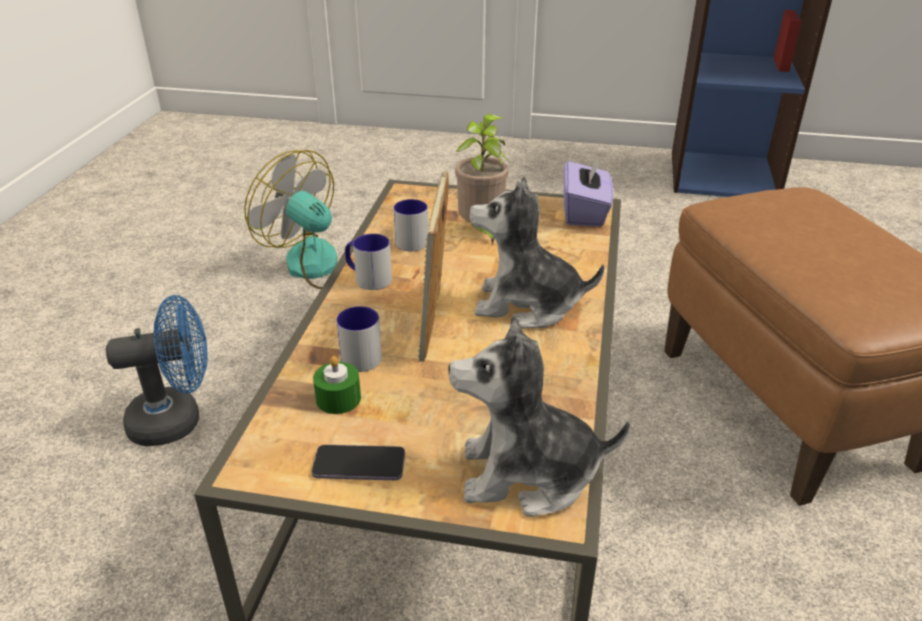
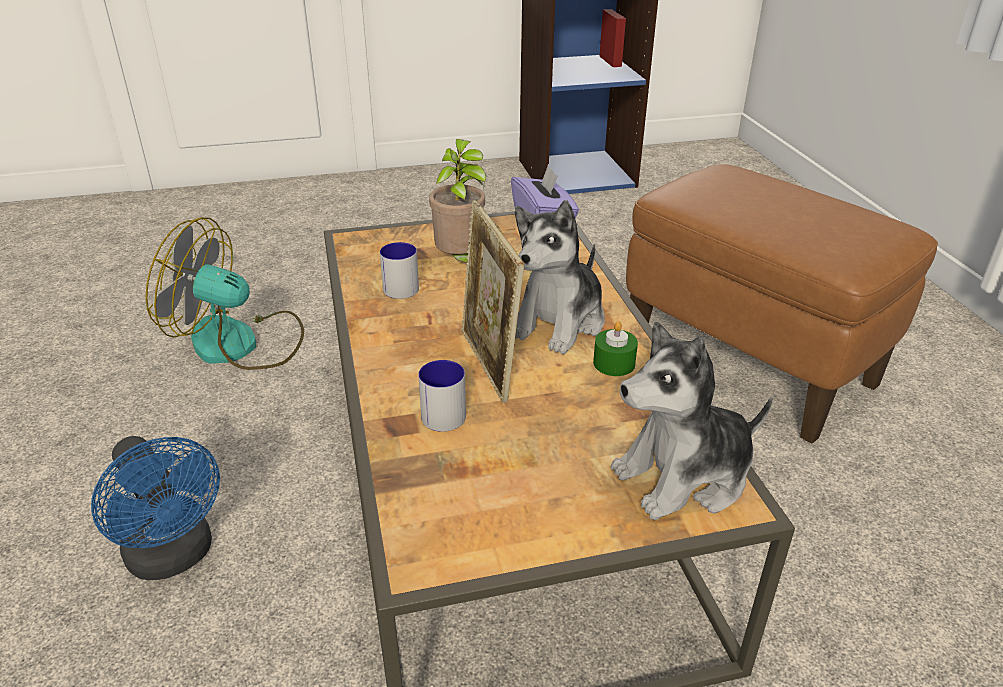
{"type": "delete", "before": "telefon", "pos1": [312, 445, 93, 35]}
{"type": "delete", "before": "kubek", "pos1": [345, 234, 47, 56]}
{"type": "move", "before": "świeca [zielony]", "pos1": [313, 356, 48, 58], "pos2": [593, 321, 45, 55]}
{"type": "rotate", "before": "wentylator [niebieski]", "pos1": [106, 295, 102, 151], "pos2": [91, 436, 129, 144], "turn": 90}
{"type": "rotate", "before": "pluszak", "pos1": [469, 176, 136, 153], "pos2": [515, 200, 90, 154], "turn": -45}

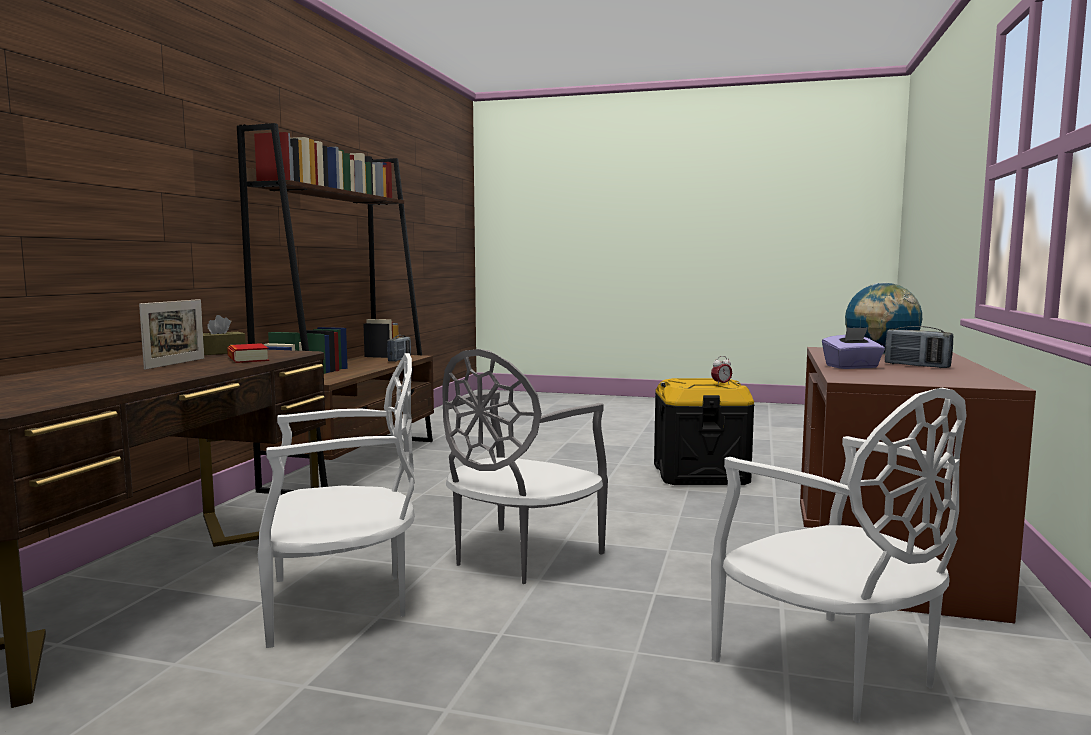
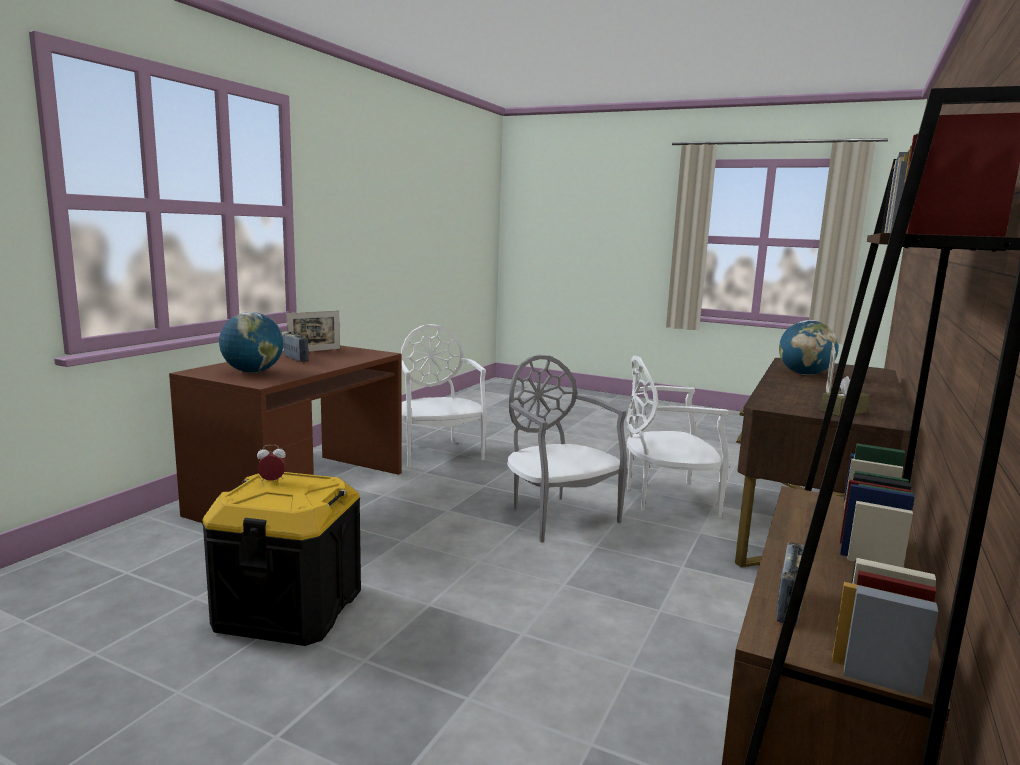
{"type": "delete", "before": "książka", "pos1": [227, 343, 42, 20]}
{"type": "delete", "before": "pudełko chusteczek [fioletowy]", "pos1": [822, 327, 63, 42]}
{"type": "insert", "after": "ramka na zdjęcie", "pos2": [287, 310, 53, 42]}
{"type": "insert", "after": "globus", "pos2": [779, 320, 60, 55]}
{"type": "rotate", "before": "krzesło [szary]", "pos1": [442, 349, 166, 235], "pos2": [507, 355, 120, 188], "turn": -75}

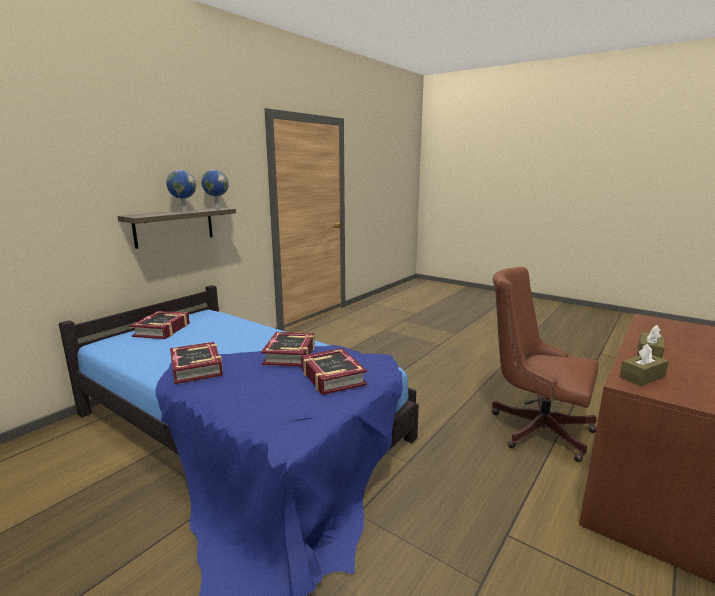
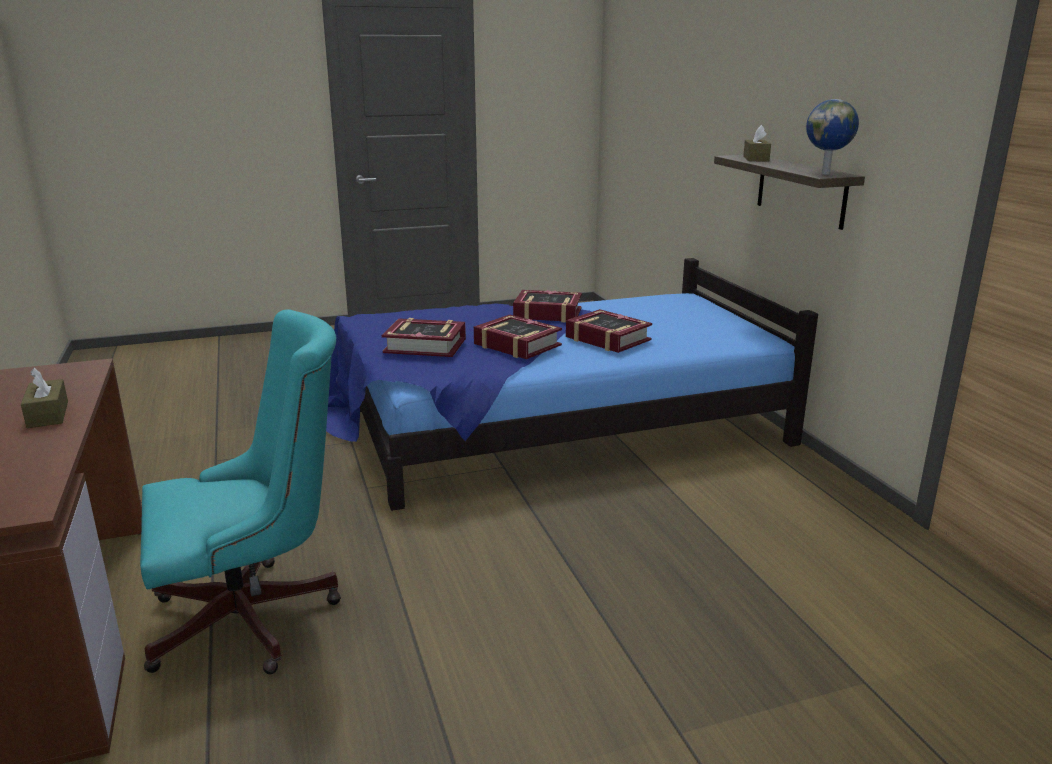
{"type": "delete", "before": "globus", "pos1": [166, 170, 30, 42]}
{"type": "move", "before": "książka", "pos1": [130, 311, 60, 28], "pos2": [566, 309, 86, 44]}
{"type": "move", "before": "pudełko chusteczek [brązowy]", "pos1": [620, 344, 49, 42], "pos2": [743, 125, 28, 37]}
{"type": "recolor", "before": "krzesło biurowe [brązowy]", "after": "krzesło biurowe [turkusowy]", "pos1": [492, 267, 107, 195], "pos2": [140, 309, 201, 365]}

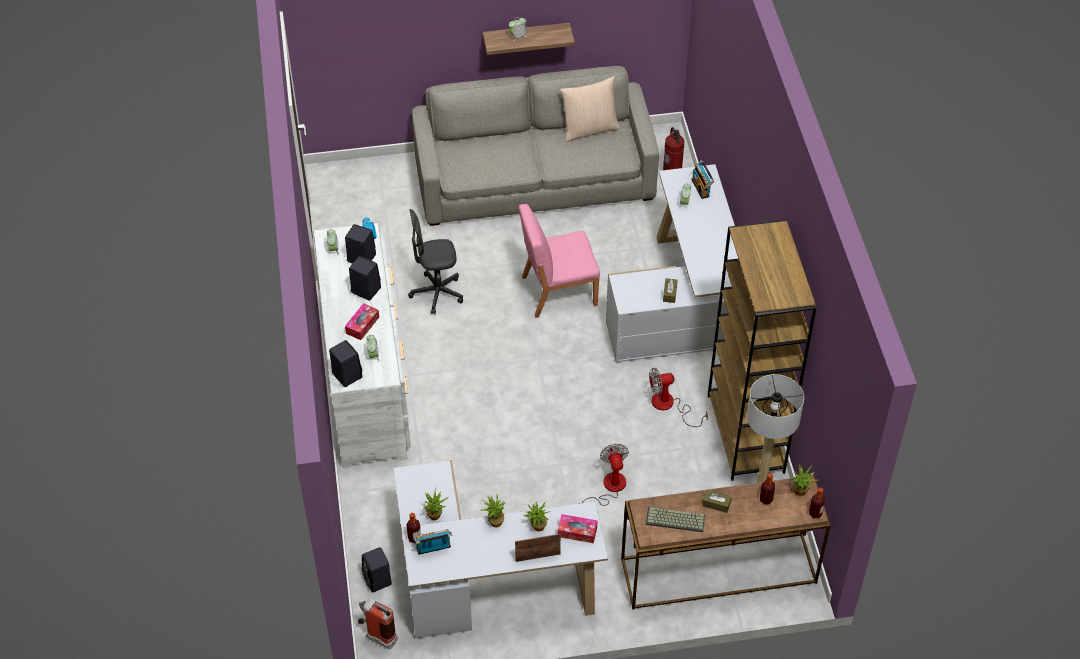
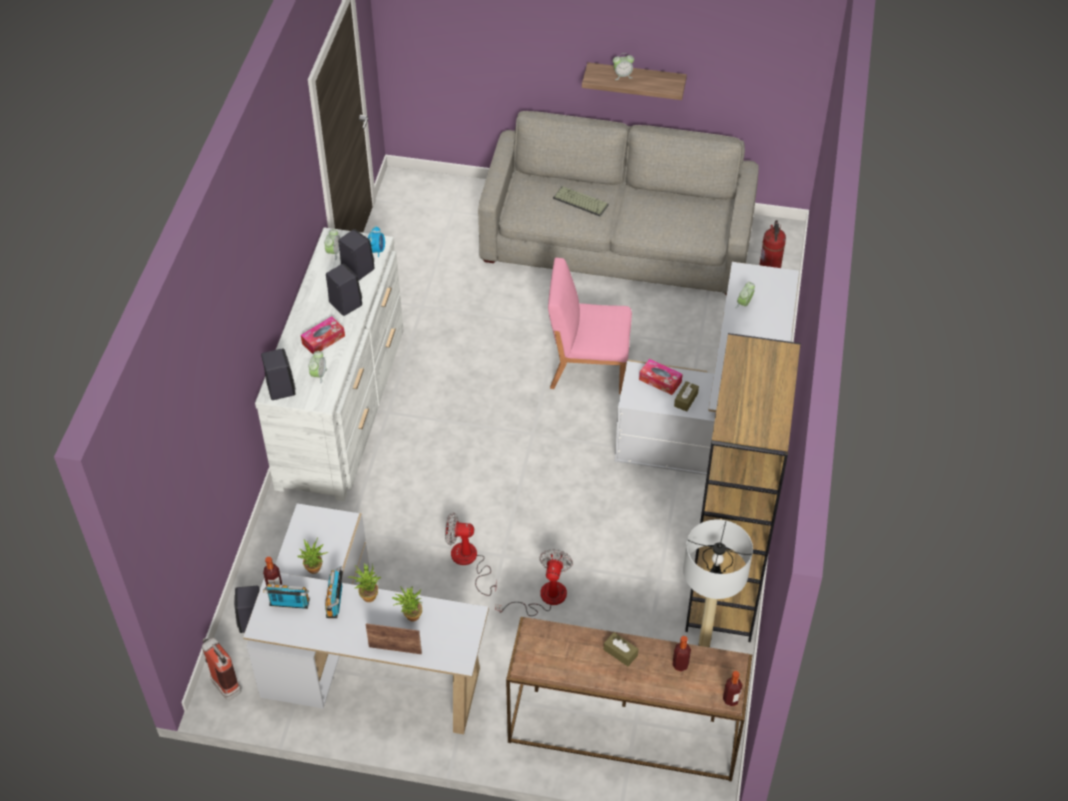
{"type": "delete", "before": "krzesło biurowe [szary]", "pos1": [408, 209, 55, 105]}
{"type": "delete", "before": "poduszka [beżowy]", "pos1": [560, 76, 61, 66]}
{"type": "delete", "before": "roślina doniczkowa", "pos1": [790, 464, 28, 32]}
{"type": "move", "before": "pudełko chusteczek", "pos1": [558, 514, 40, 29], "pos2": [639, 359, 44, 36]}
{"type": "move", "before": "klawiatura", "pos1": [645, 507, 60, 25], "pos2": [553, 186, 56, 30]}
{"type": "move", "before": "wentylator", "pos1": [649, 368, 59, 59], "pos2": [445, 512, 52, 84]}
{"type": "move", "before": "radio", "pos1": [691, 160, 23, 39], "pos2": [325, 566, 18, 52]}

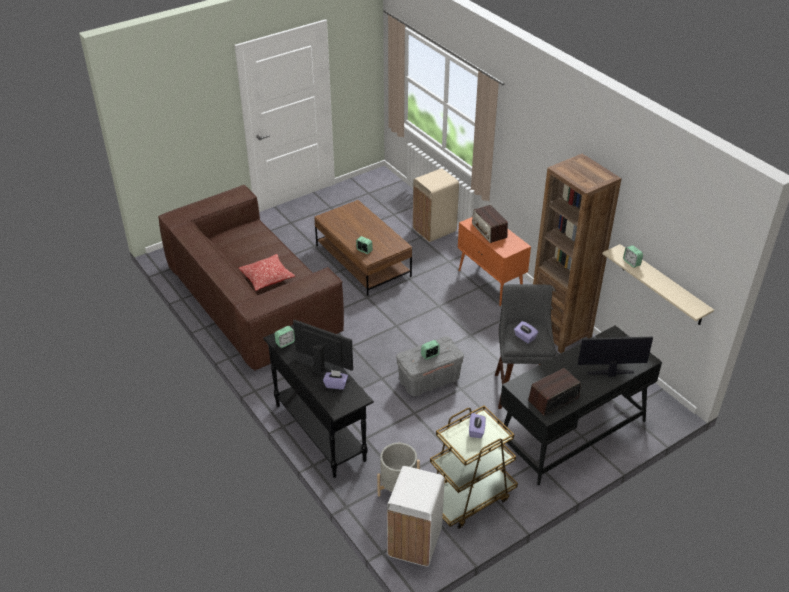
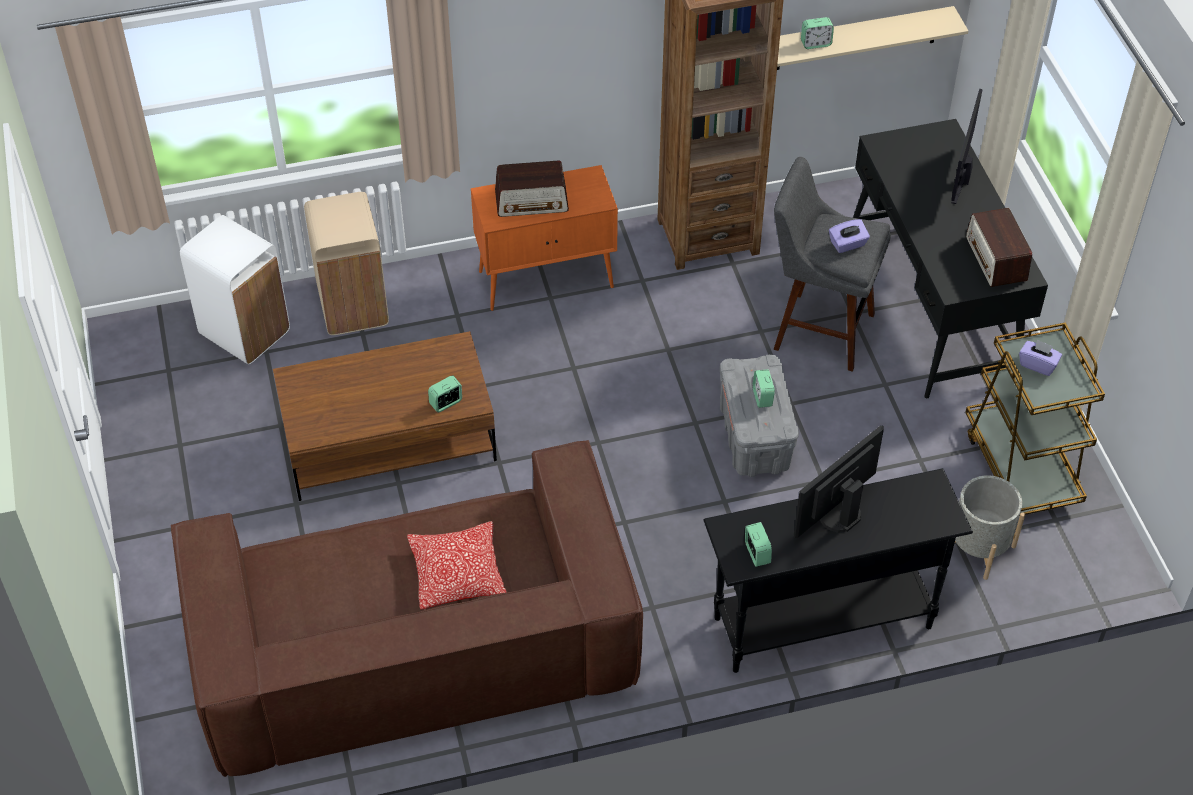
{"type": "delete", "before": "pudełko chusteczek [fioletowy]", "pos1": [323, 370, 25, 20]}
{"type": "move", "before": "kosz na śmieci [biały]", "pos1": [387, 466, 58, 101], "pos2": [180, 215, 110, 150]}

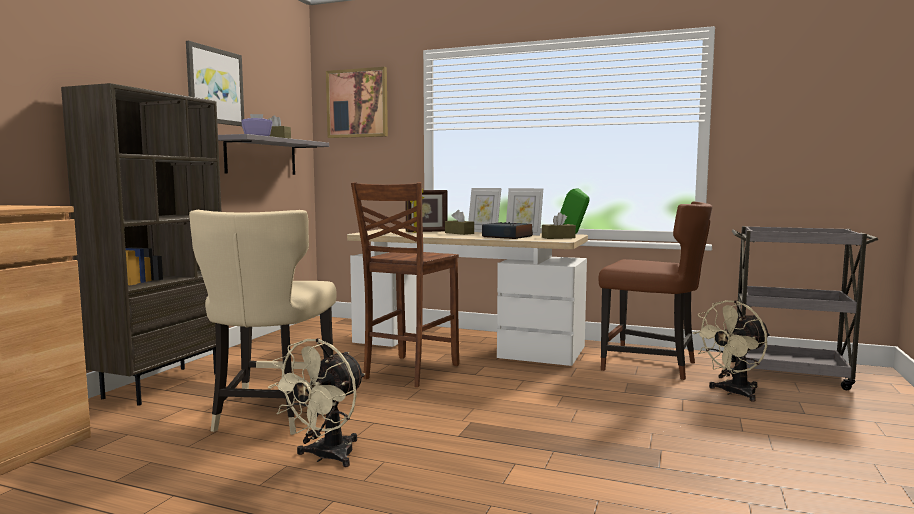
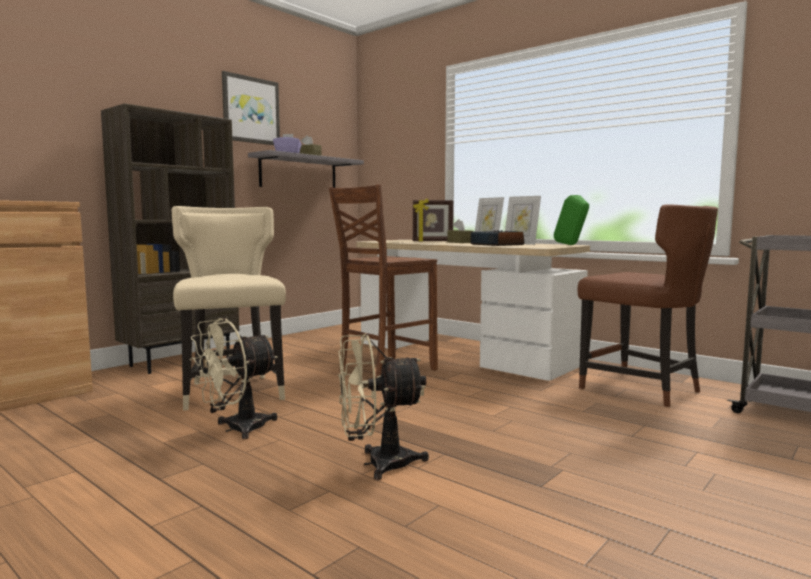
{"type": "delete", "before": "obraz", "pos1": [326, 67, 62, 71]}
{"type": "delete", "before": "pudełko chusteczek [brązowy]", "pos1": [542, 212, 34, 27]}
{"type": "move", "before": "wentylator [beżowy]", "pos1": [693, 300, 77, 102], "pos2": [338, 333, 91, 147]}
{"type": "rotate", "before": "krzesło [beżowy]", "pos1": [189, 210, 148, 225], "pos2": [172, 206, 114, 205], "turn": 135}

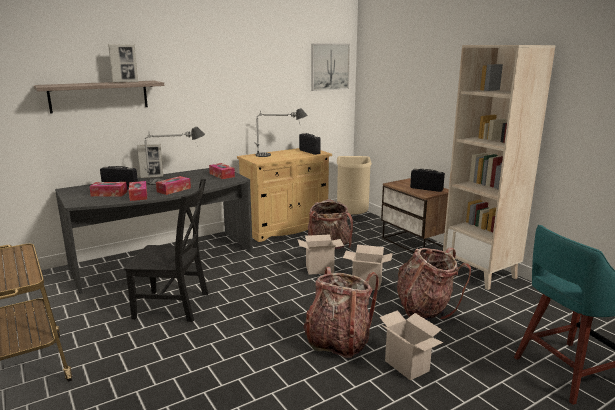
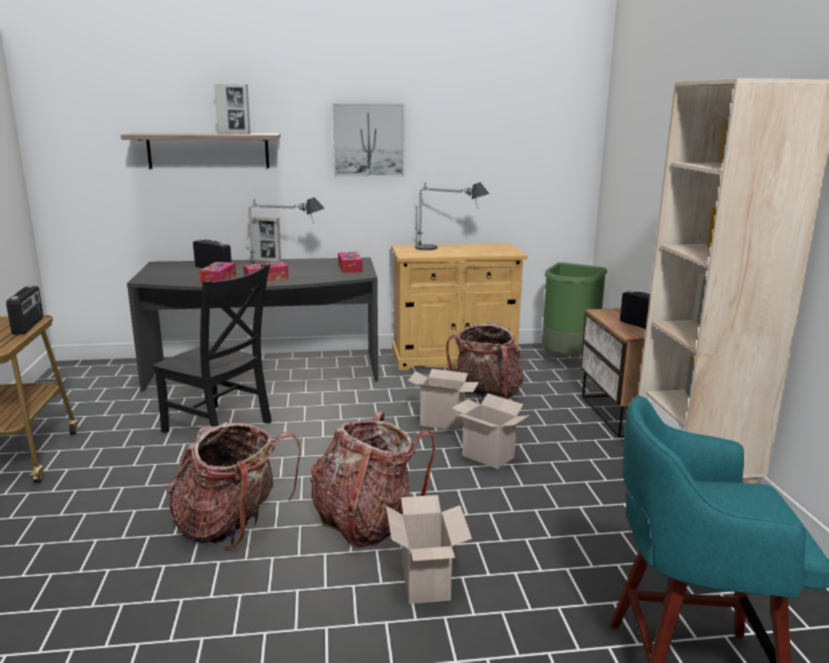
{"type": "delete", "before": "pudełko chusteczek", "pos1": [89, 182, 38, 15]}
{"type": "move", "before": "radio", "pos1": [299, 133, 22, 22], "pos2": [6, 286, 37, 48]}
{"type": "move", "before": "obraz", "pos1": [311, 44, 39, 47], "pos2": [332, 103, 73, 74]}
{"type": "move", "before": "plecak", "pos1": [397, 248, 74, 72], "pos2": [166, 422, 135, 129]}
{"type": "recolor", "before": "kosz na śmieci [beżowy]", "after": "kosz na śmieci [zielony]", "pos1": [337, 156, 35, 58], "pos2": [542, 262, 65, 94]}

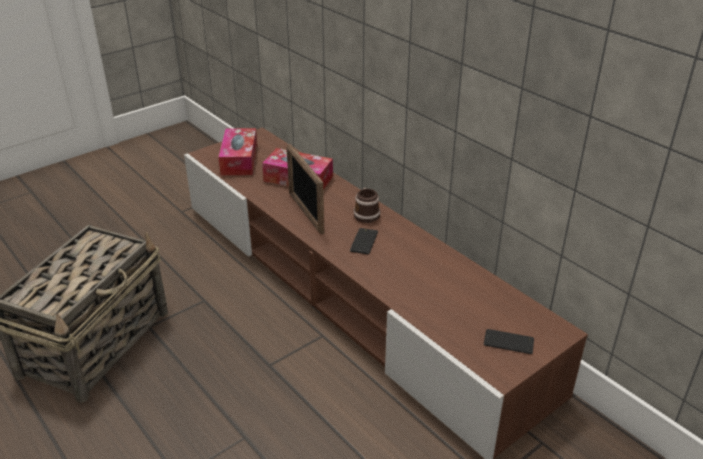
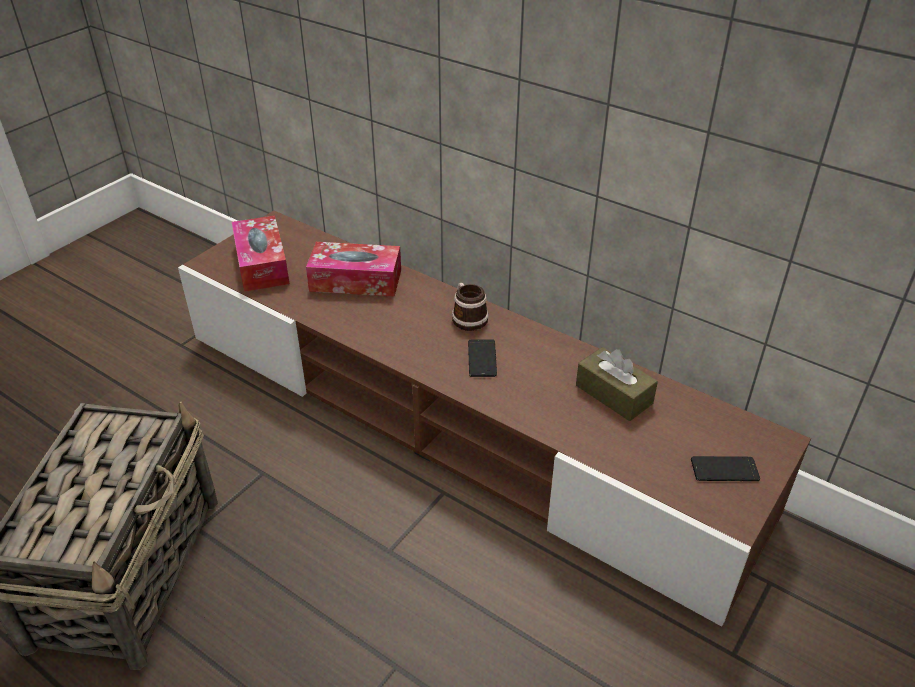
{"type": "delete", "before": "ramka na zdjęcie", "pos1": [286, 144, 39, 91]}
{"type": "insert", "after": "pudełko chusteczek [brązowy]", "pos2": [576, 347, 82, 74]}

